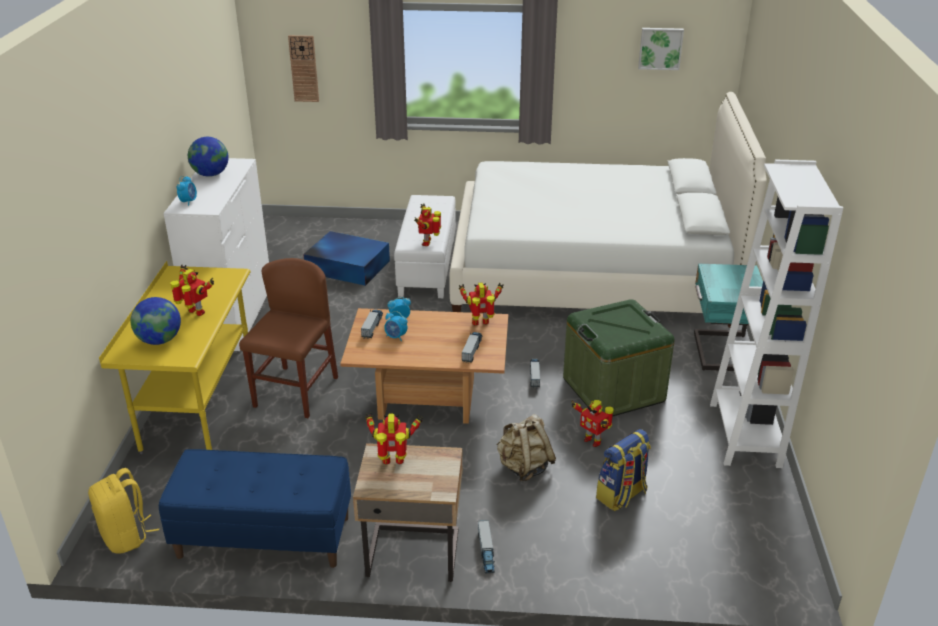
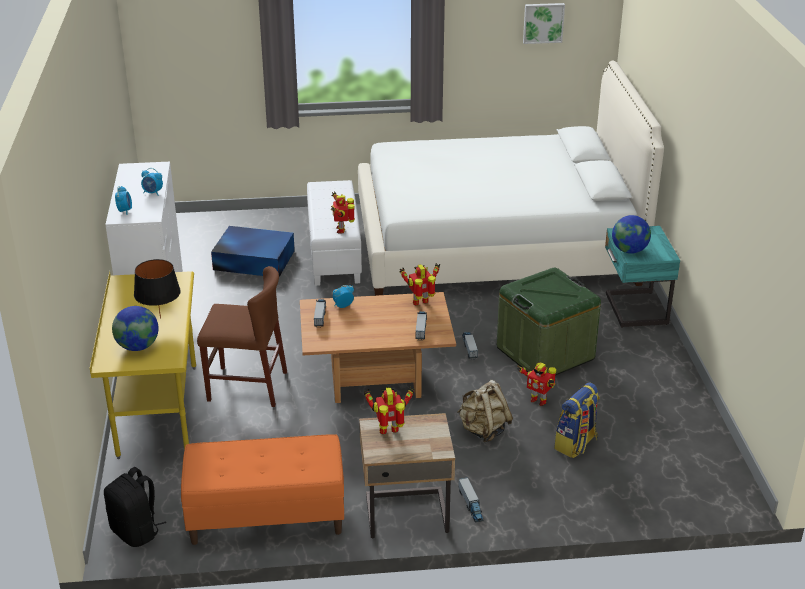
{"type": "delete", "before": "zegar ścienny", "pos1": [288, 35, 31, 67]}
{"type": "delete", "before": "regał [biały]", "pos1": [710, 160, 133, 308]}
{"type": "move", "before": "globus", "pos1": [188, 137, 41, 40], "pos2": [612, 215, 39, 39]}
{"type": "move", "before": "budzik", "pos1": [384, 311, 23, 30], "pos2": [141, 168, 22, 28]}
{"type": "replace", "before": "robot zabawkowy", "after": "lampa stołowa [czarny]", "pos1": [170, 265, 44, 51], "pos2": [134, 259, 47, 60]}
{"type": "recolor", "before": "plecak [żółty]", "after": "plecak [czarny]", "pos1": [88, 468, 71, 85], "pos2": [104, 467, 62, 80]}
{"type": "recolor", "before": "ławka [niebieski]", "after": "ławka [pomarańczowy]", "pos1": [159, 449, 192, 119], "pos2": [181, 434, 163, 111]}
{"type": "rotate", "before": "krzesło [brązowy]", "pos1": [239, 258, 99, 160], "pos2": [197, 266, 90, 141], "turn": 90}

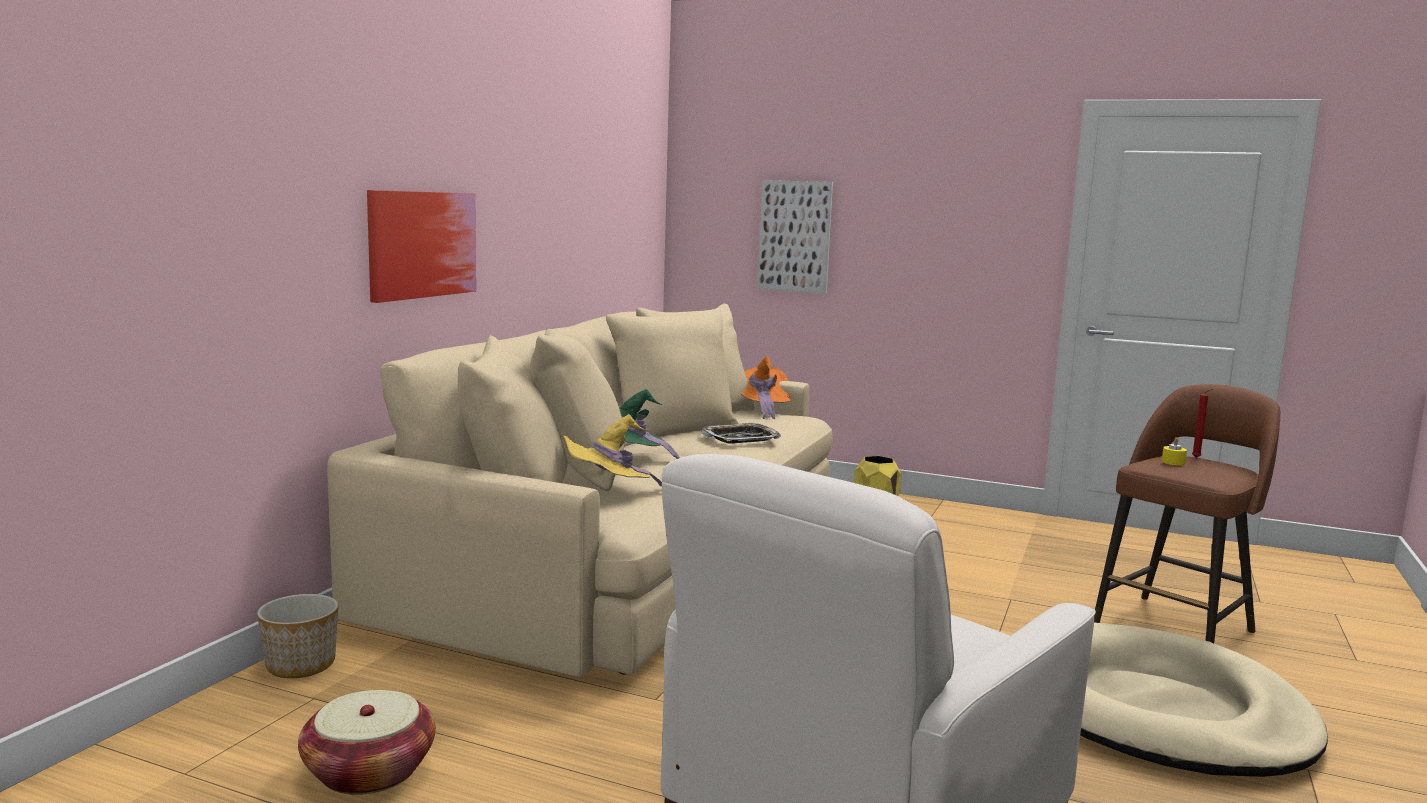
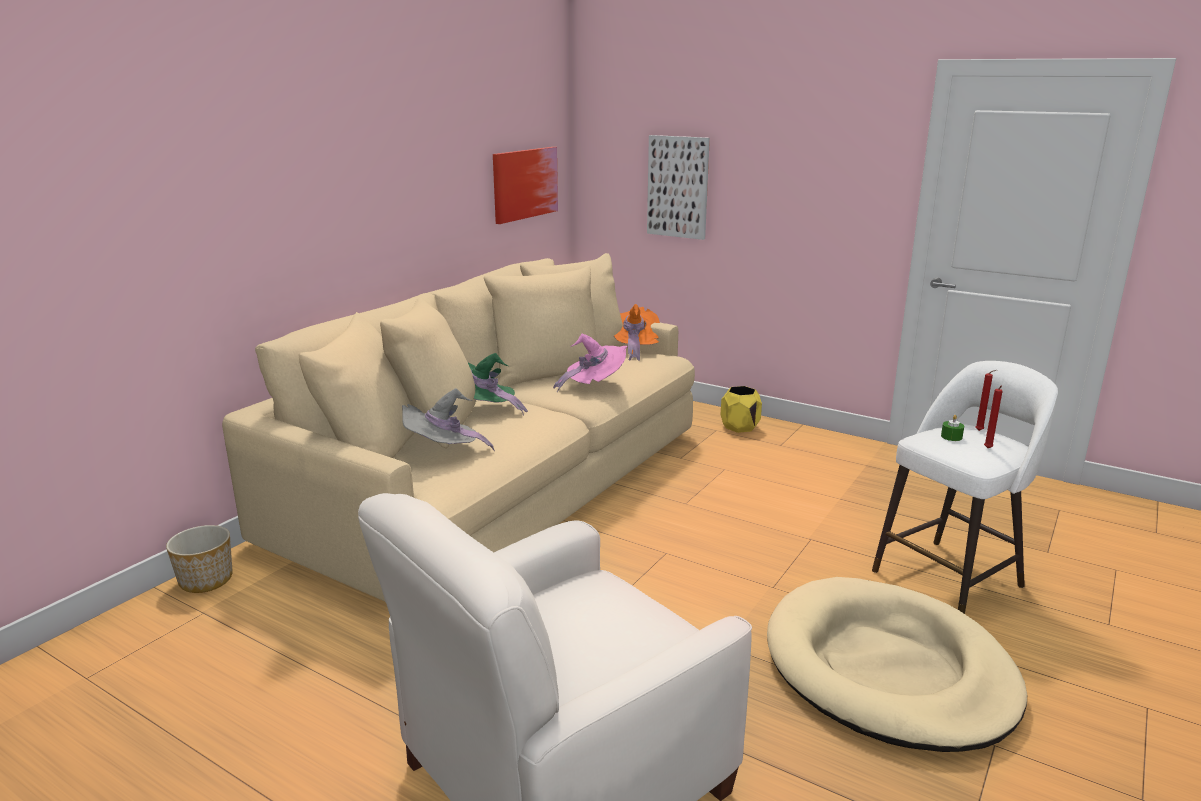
{"type": "delete", "before": "koszyk", "pos1": [298, 690, 138, 105]}
{"type": "insert", "after": "świeca [czerwony]", "pos2": [984, 386, 18, 62]}
{"type": "move", "before": "obraz", "pos1": [367, 190, 109, 113], "pos2": [493, 147, 65, 77]}
{"type": "replace", "before": "taca", "after": "kapelusz [różowy]", "pos1": [702, 422, 79, 22], "pos2": [553, 334, 74, 58]}
{"type": "recolor", "before": "kapelusz [żółty]", "after": "kapelusz [szary]", "pos1": [563, 414, 99, 73], "pos2": [402, 388, 93, 64]}
{"type": "recolor", "before": "stołek [brązowy]", "after": "stołek [biały]", "pos1": [1094, 384, 186, 259], "pos2": [872, 361, 186, 253]}
{"type": "recolor", "before": "świeca [żółty]", "after": "świeca [zielony]", "pos1": [1162, 437, 25, 28], "pos2": [941, 415, 23, 26]}

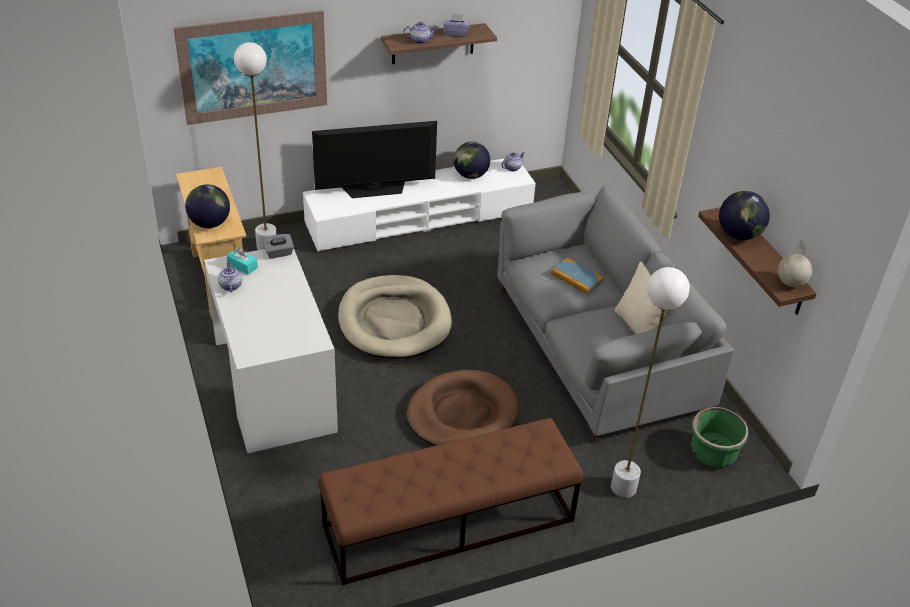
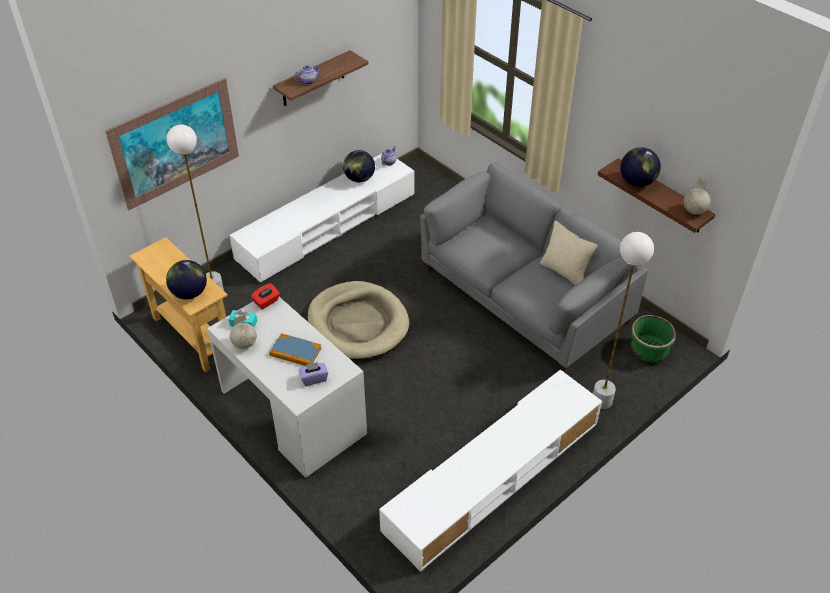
{"type": "delete", "before": "telewizor", "pos1": [312, 121, 125, 77]}
{"type": "delete", "before": "legowisko [brązowy]", "pos1": [407, 370, 112, 76]}
{"type": "move", "before": "pudełko chusteczek [fioletowy]", "pos1": [443, 14, 27, 23], "pos2": [299, 362, 29, 24]}
{"type": "move", "before": "książka", "pos1": [551, 258, 53, 36], "pos2": [269, 333, 52, 33]}
{"type": "replace", "before": "imbryk", "after": "globus", "pos1": [218, 261, 24, 31], "pos2": [230, 314, 27, 35]}
{"type": "replace", "before": "ławka [brązowy]", "after": "szafka pod telewizor [biały]", "pos1": [319, 418, 264, 167], "pos2": [379, 370, 223, 202]}
{"type": "recolor", "before": "pudełko chusteczek [szary]", "after": "pudełko chusteczek [czerwony]", "pos1": [262, 234, 32, 25], "pos2": [251, 283, 29, 26]}

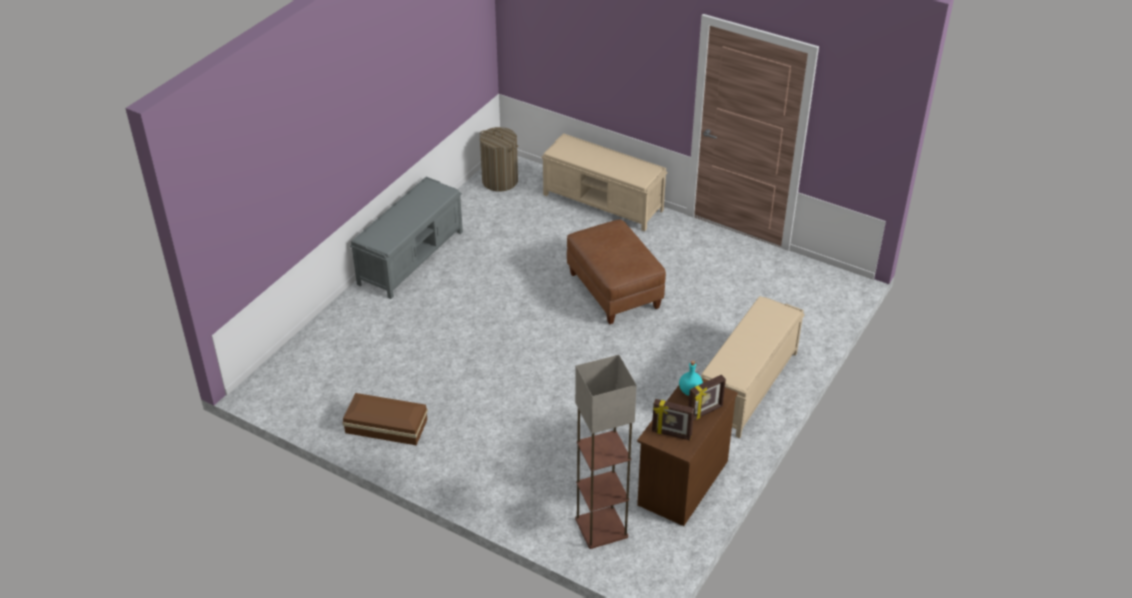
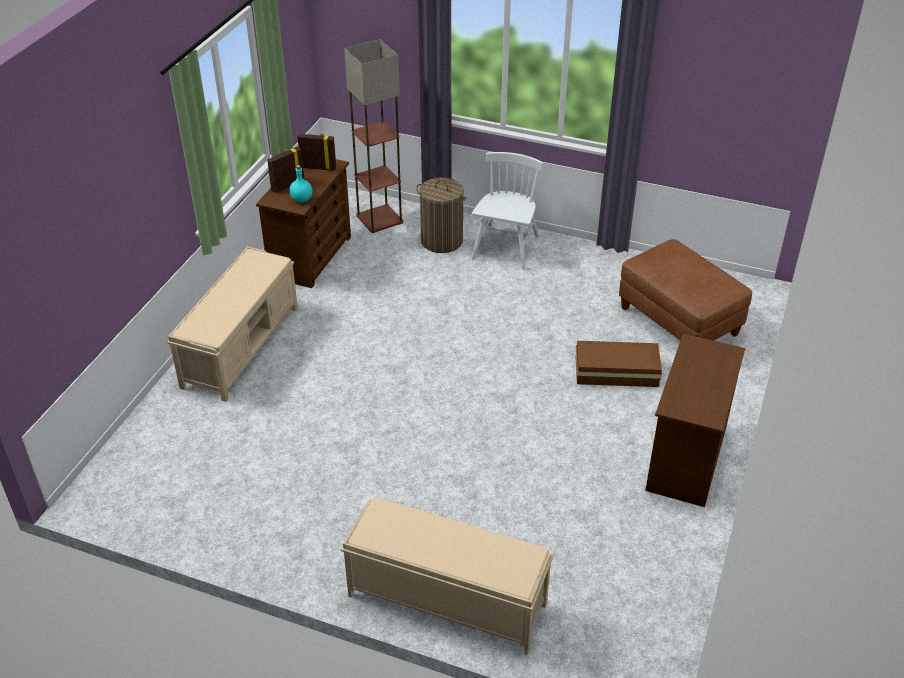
{"type": "insert", "after": "krzesło [biały]", "pos2": [471, 152, 72, 118]}
{"type": "move", "before": "pojemnik do przechowywania [brązowy]", "pos1": [343, 393, 85, 52], "pos2": [576, 341, 86, 46]}
{"type": "move", "before": "kosz na pranie", "pos1": [480, 127, 38, 65], "pos2": [416, 177, 50, 76]}
{"type": "move", "before": "pufa [brązowy]", "pos1": [567, 219, 99, 105], "pos2": [619, 239, 133, 102]}
{"type": "replace", "before": "ławka [szary]", "after": "komoda [brązowy]", "pos1": [350, 177, 113, 122], "pos2": [645, 334, 100, 173]}

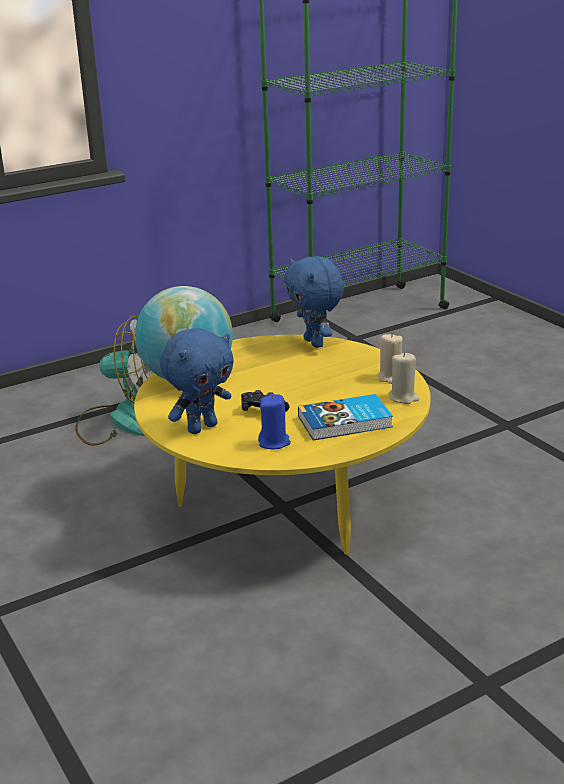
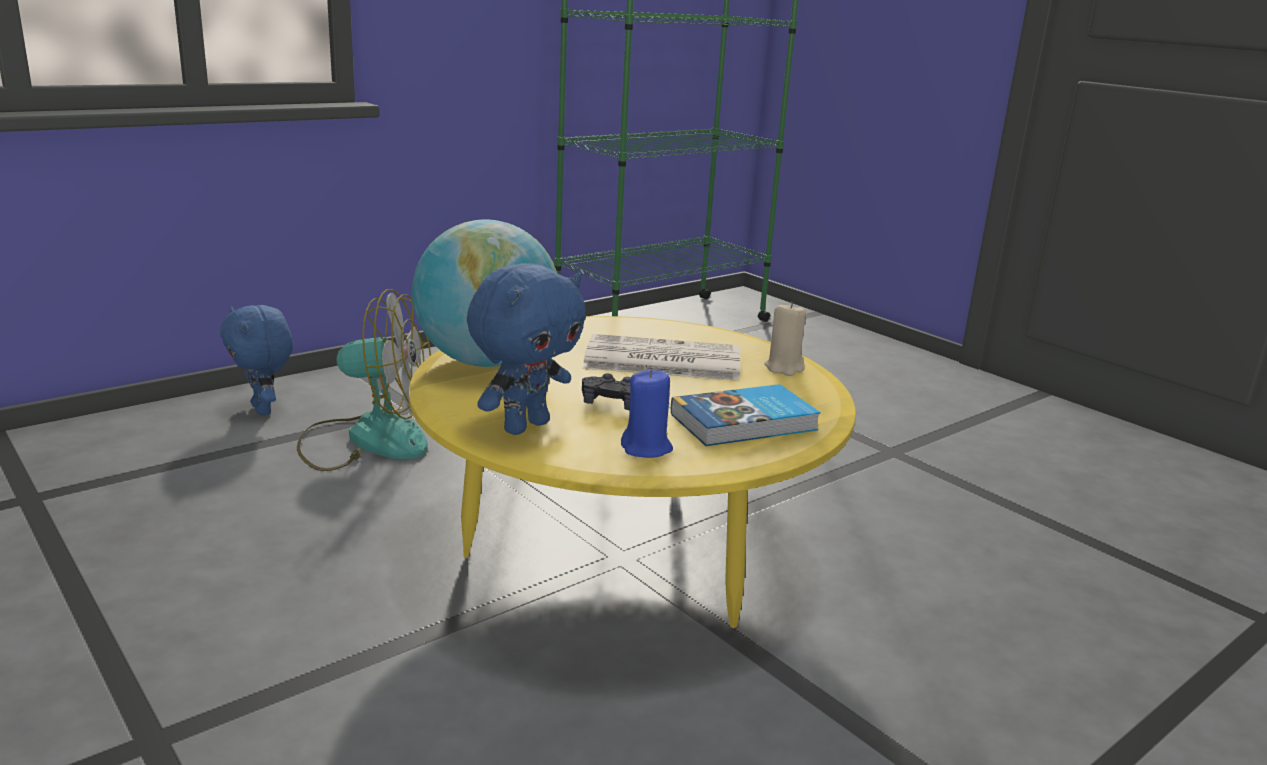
{"type": "delete", "before": "świeca [beżowy]", "pos1": [389, 352, 30, 52]}
{"type": "insert", "after": "gazeta", "pos2": [583, 334, 157, 47]}
{"type": "move", "before": "pluszak [niebieski]", "pos1": [284, 256, 60, 92], "pos2": [220, 305, 73, 110]}

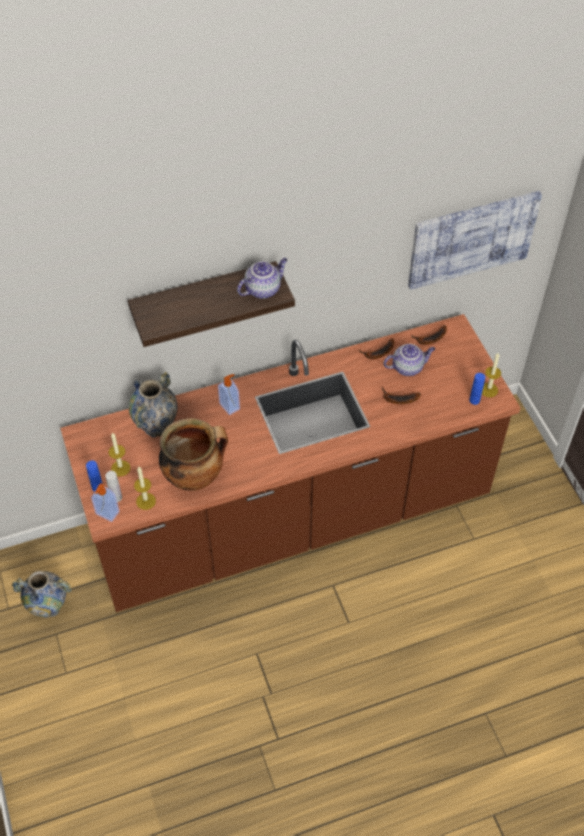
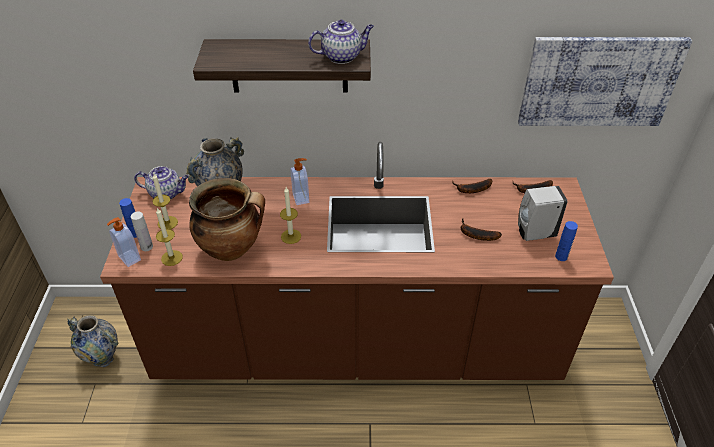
{"type": "insert", "after": "dozownik mydła [biały]", "pos2": [518, 186, 50, 55]}
{"type": "move", "before": "imbryk", "pos1": [384, 344, 51, 32], "pos2": [134, 166, 55, 34]}
{"type": "move", "before": "świeca", "pos1": [482, 353, 19, 44], "pos2": [280, 187, 21, 57]}

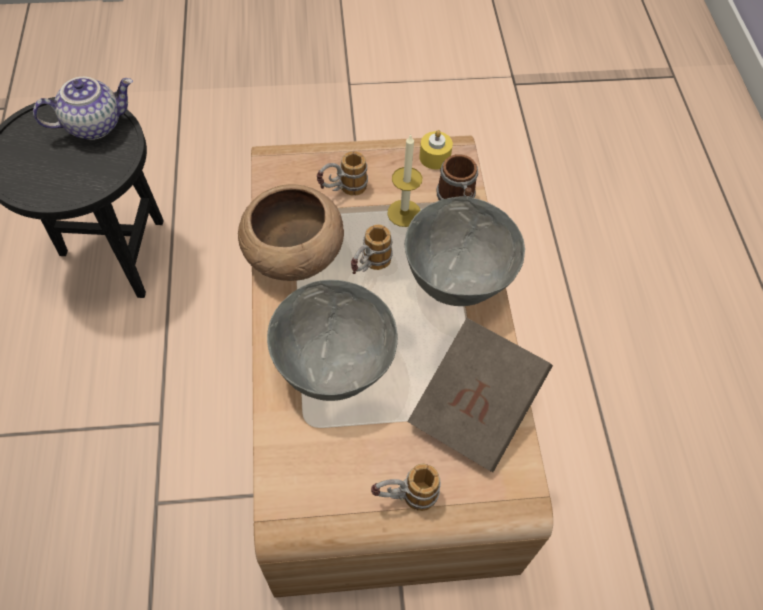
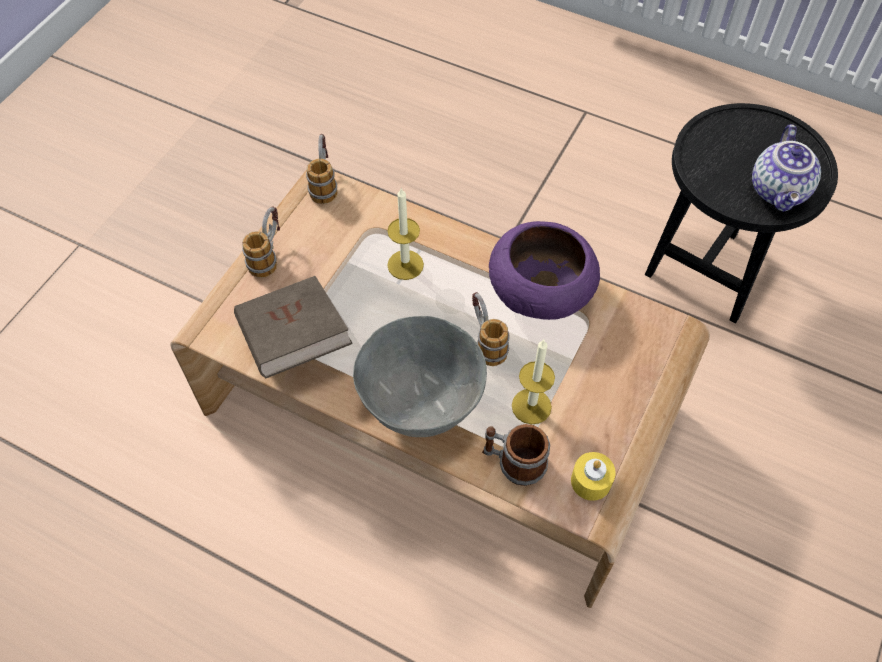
{"type": "move", "before": "kubek", "pos1": [317, 151, 51, 45], "pos2": [306, 134, 31, 70]}
{"type": "replace", "before": "miska [szary]", "after": "świeca", "pos1": [267, 280, 131, 121], "pos2": [387, 187, 37, 93]}
{"type": "recolor", "before": "miska [brązowy]", "after": "miska [fioletowy]", "pos1": [238, 184, 106, 97], "pos2": [489, 221, 111, 99]}

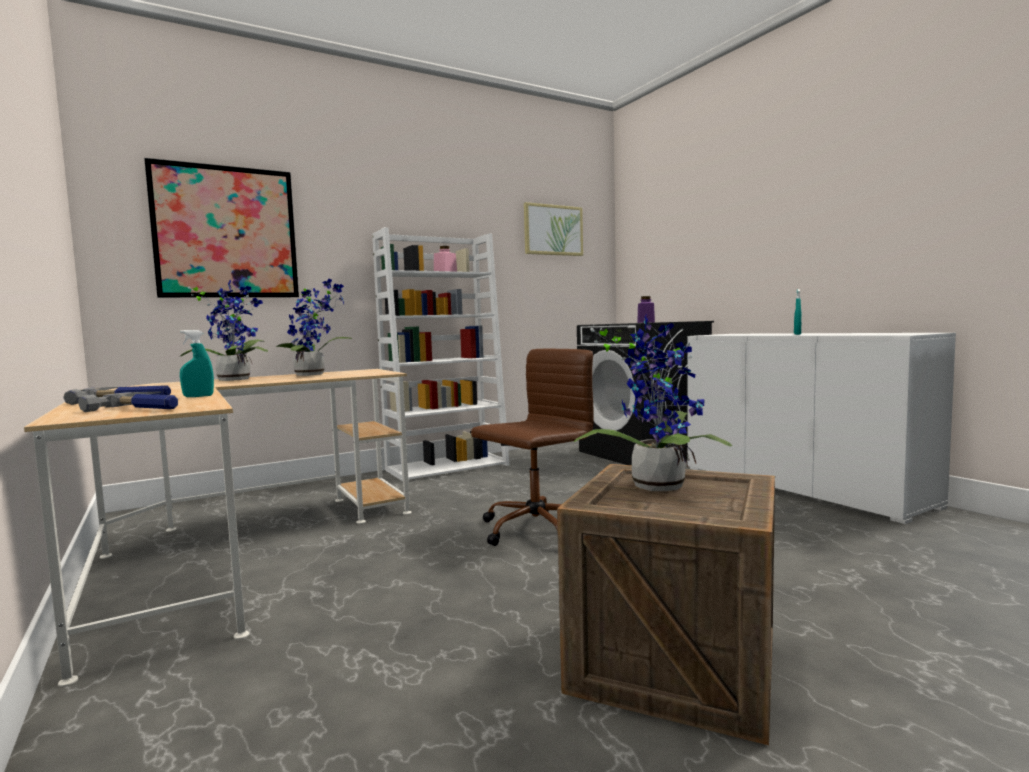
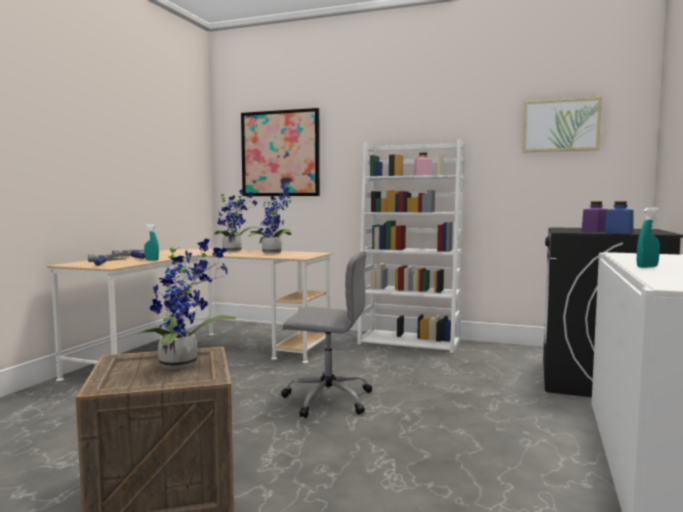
{"type": "insert", "after": "słoik [niebieski]", "pos2": [605, 201, 29, 33]}
{"type": "recolor", "before": "krzesło biurowe [brązowy]", "after": "krzesło biurowe [szary]", "pos1": [471, 349, 123, 197], "pos2": [281, 251, 91, 167]}

